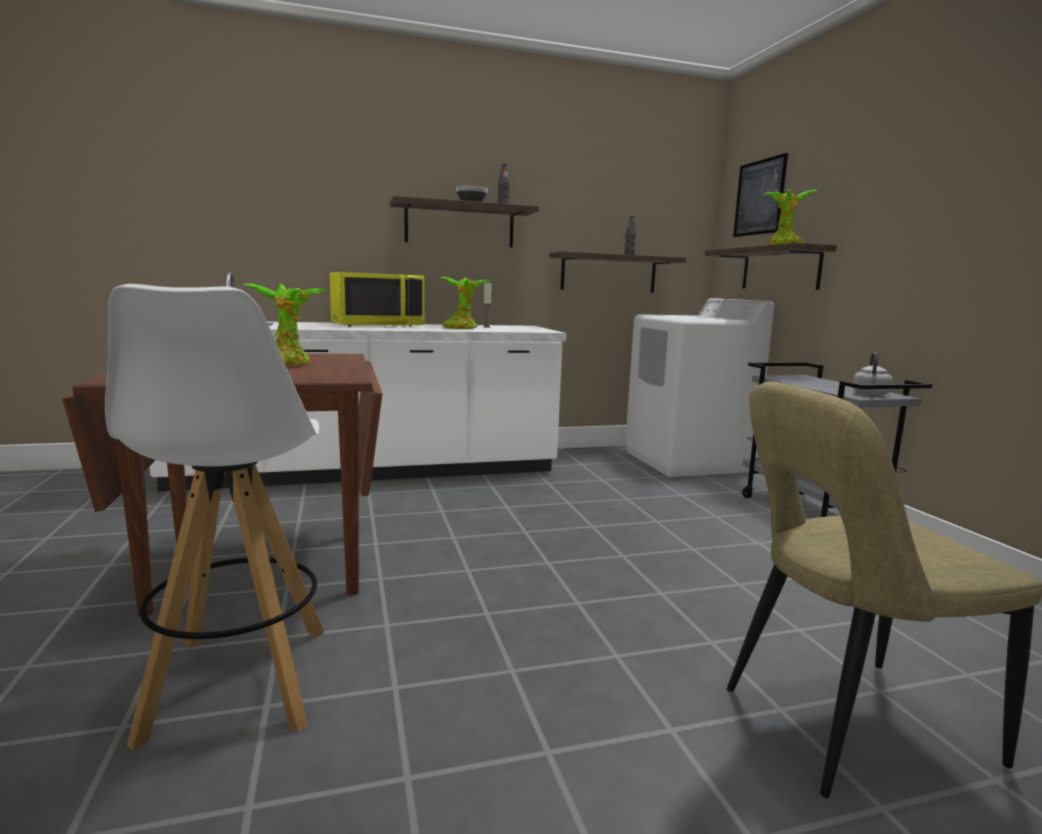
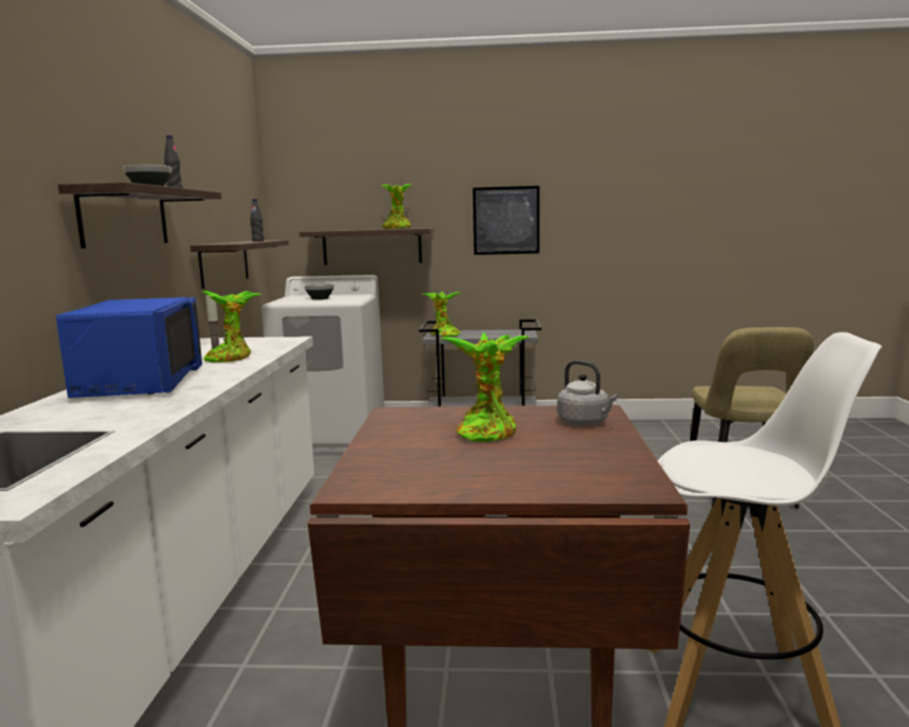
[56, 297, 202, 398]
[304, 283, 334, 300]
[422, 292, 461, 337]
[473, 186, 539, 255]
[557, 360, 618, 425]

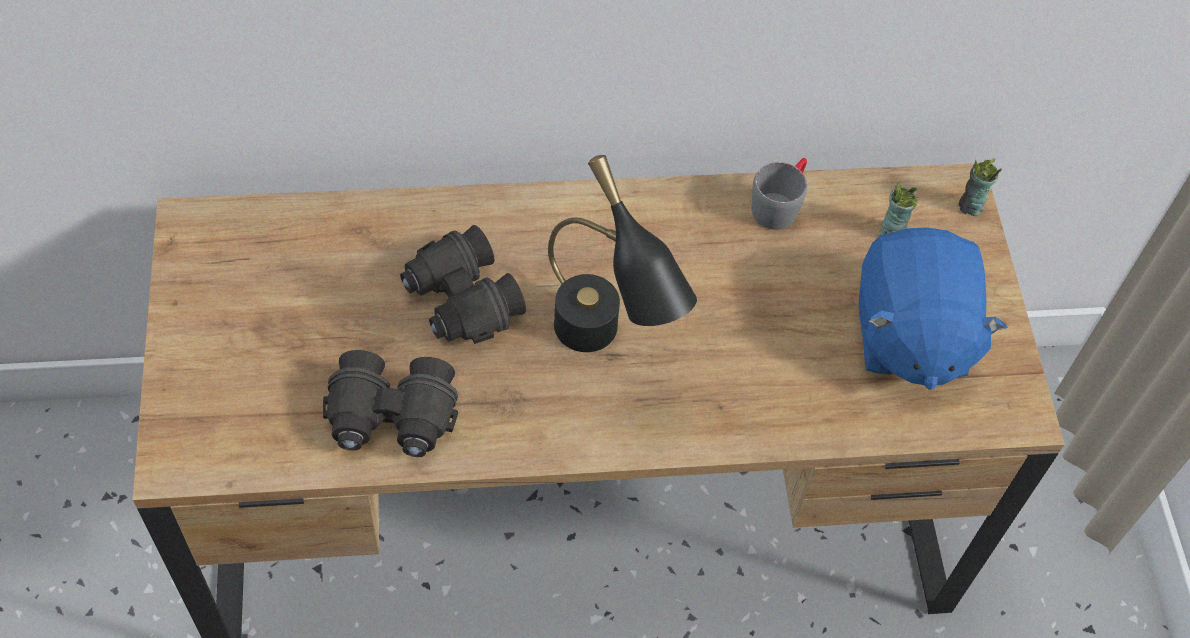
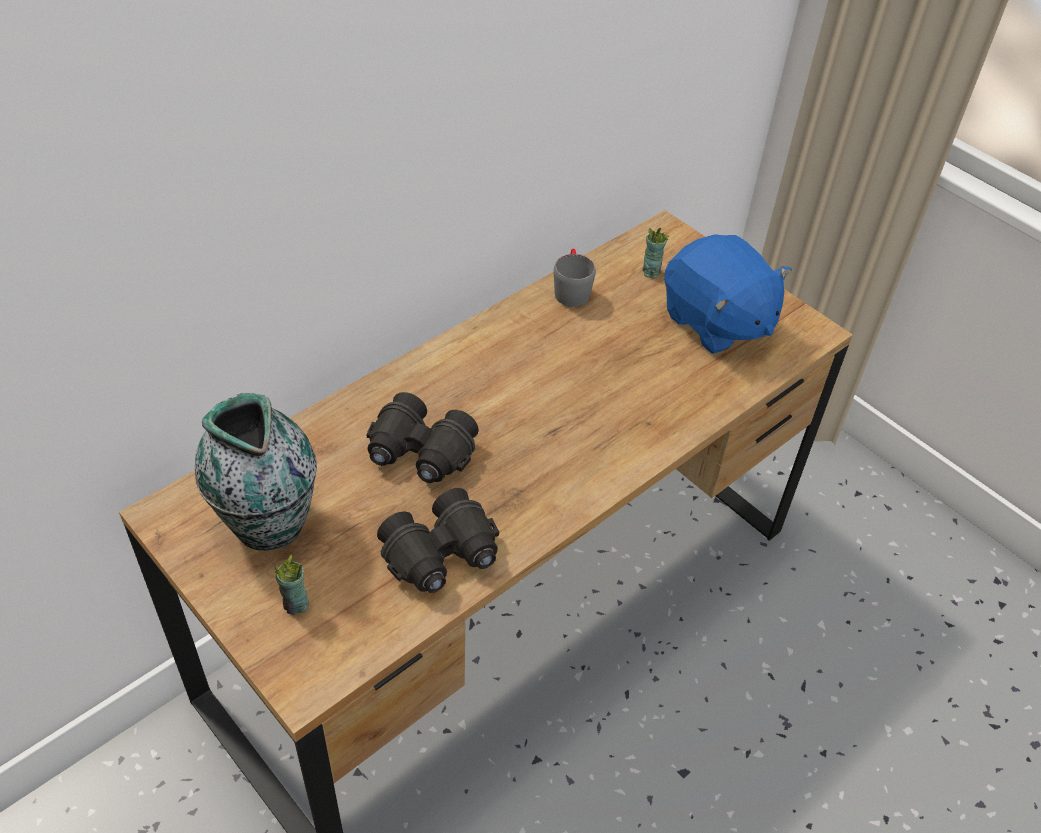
[195, 393, 317, 551]
[274, 555, 309, 615]
[548, 155, 697, 352] (first image)

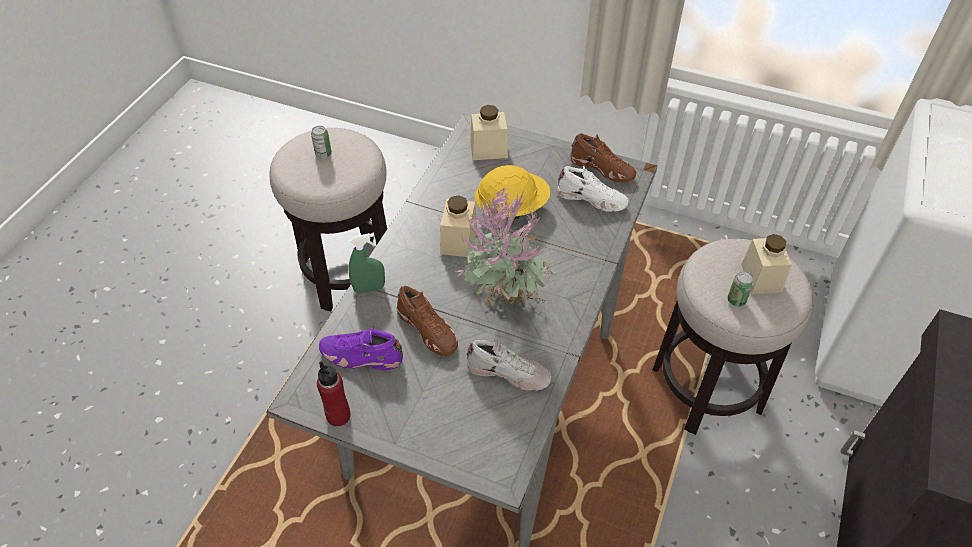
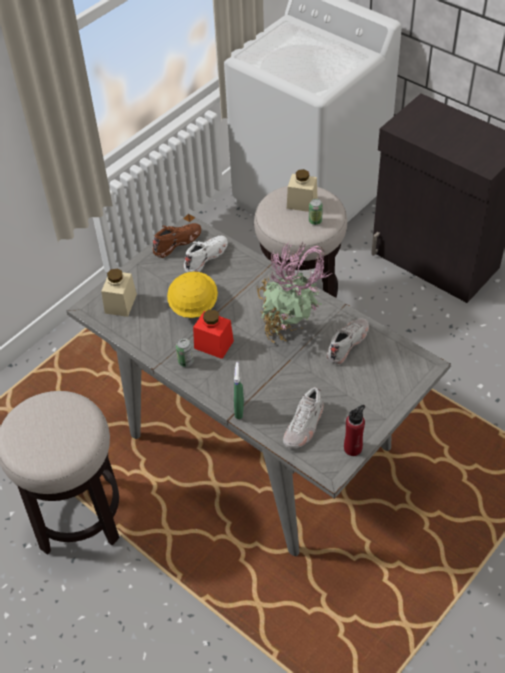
[176, 338, 194, 367]
[193, 310, 234, 359]
[283, 387, 324, 449]
[396, 286, 458, 356] (first image)

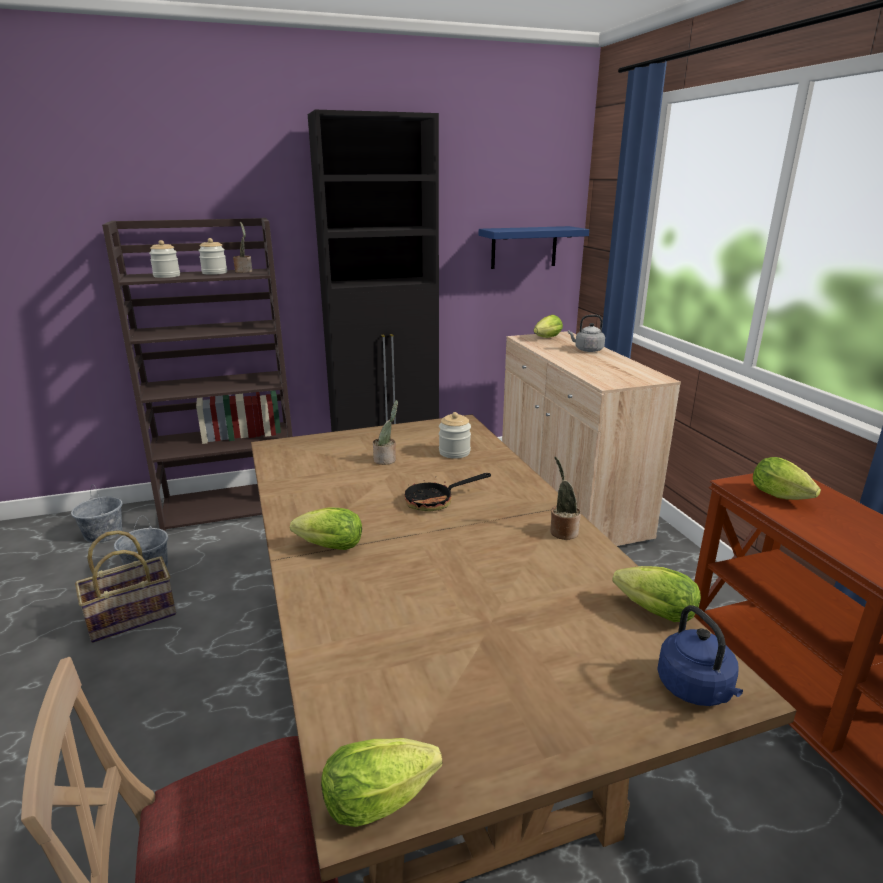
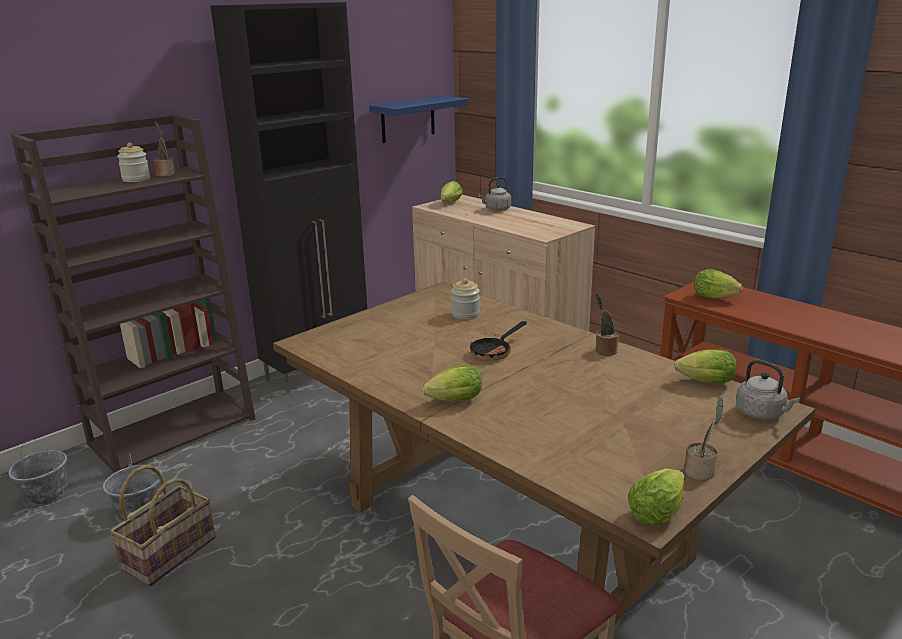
[684, 395, 724, 481]
[736, 360, 800, 420]
[149, 240, 180, 278] (first image)

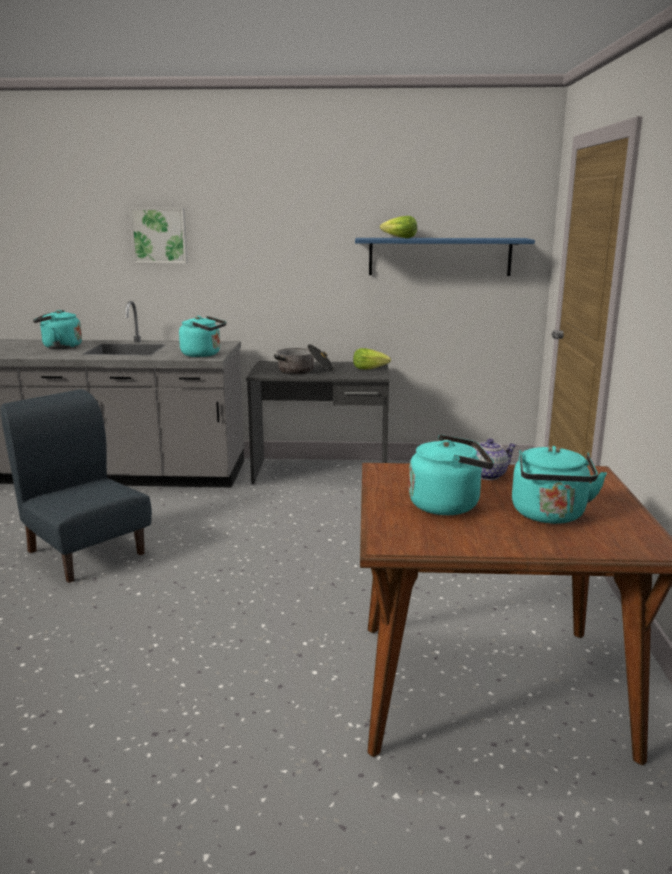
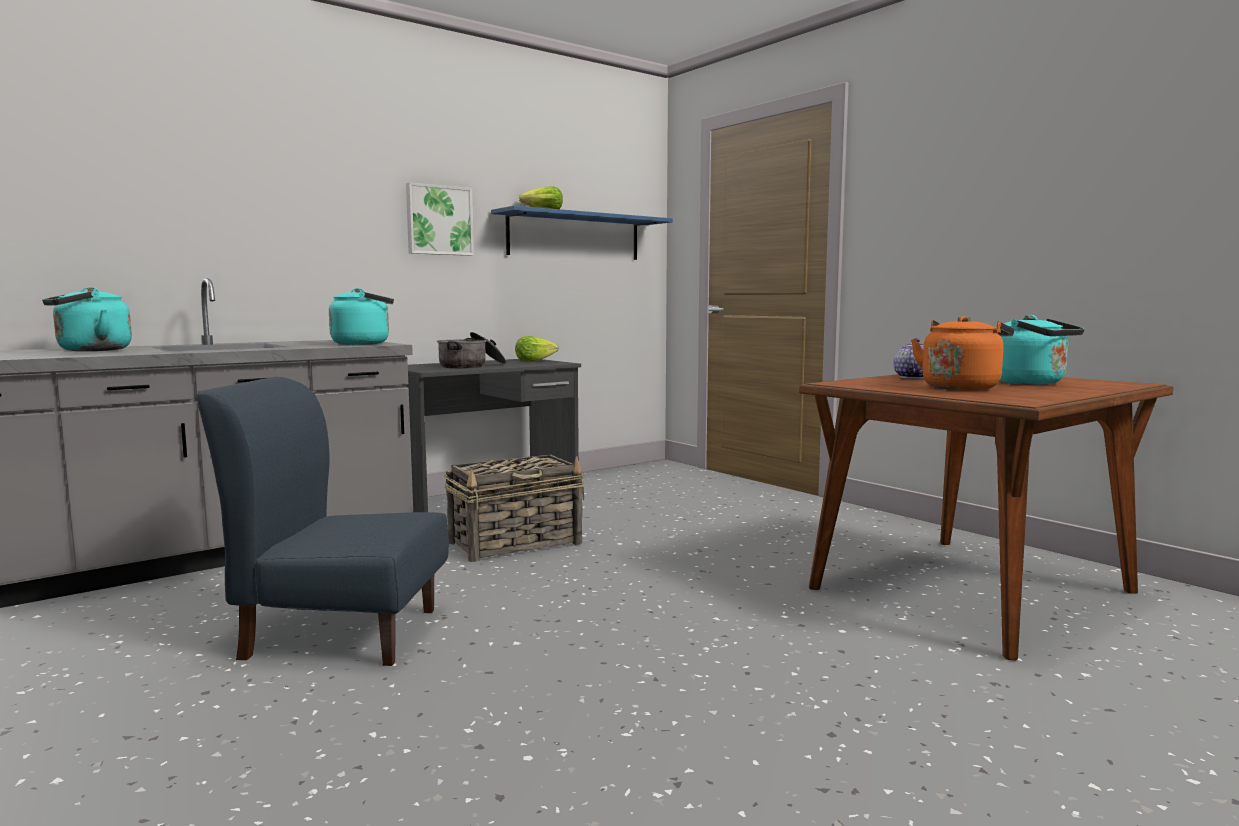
[406, 182, 474, 256]
[444, 454, 584, 562]
[911, 316, 1014, 390]

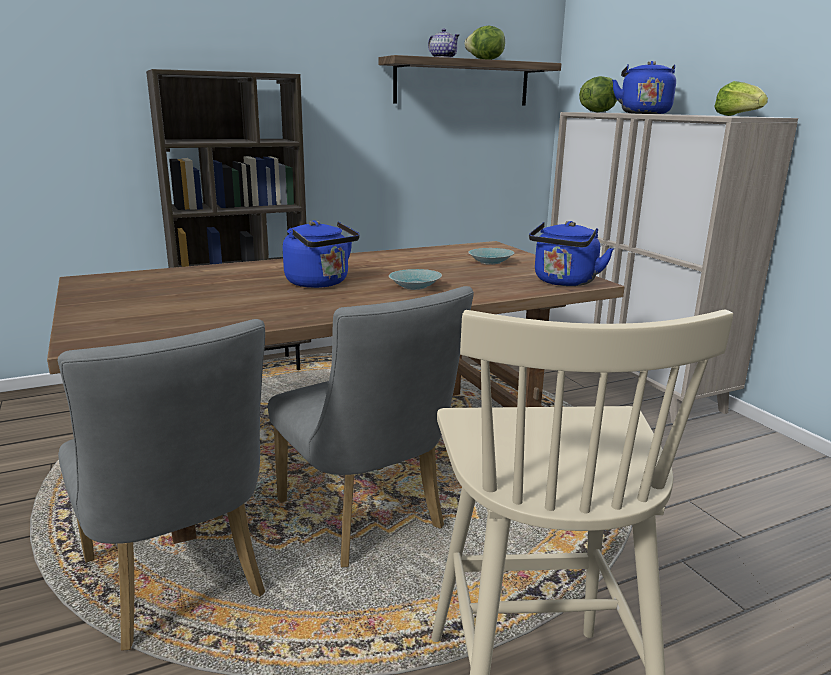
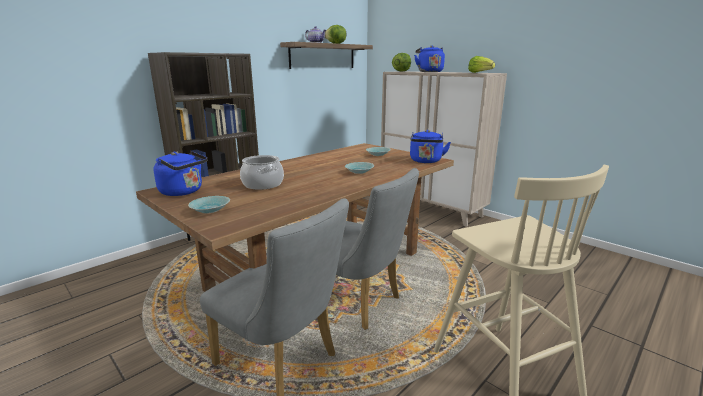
[153, 151, 207, 196]
[188, 196, 230, 213]
[240, 155, 284, 190]

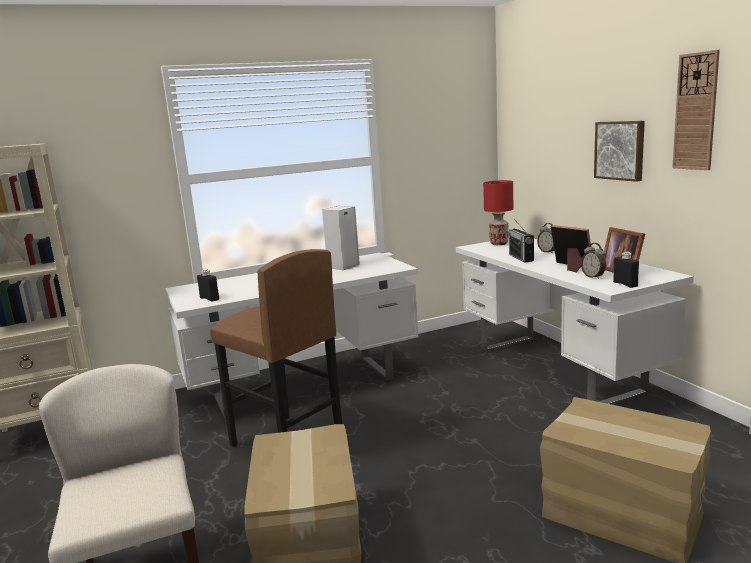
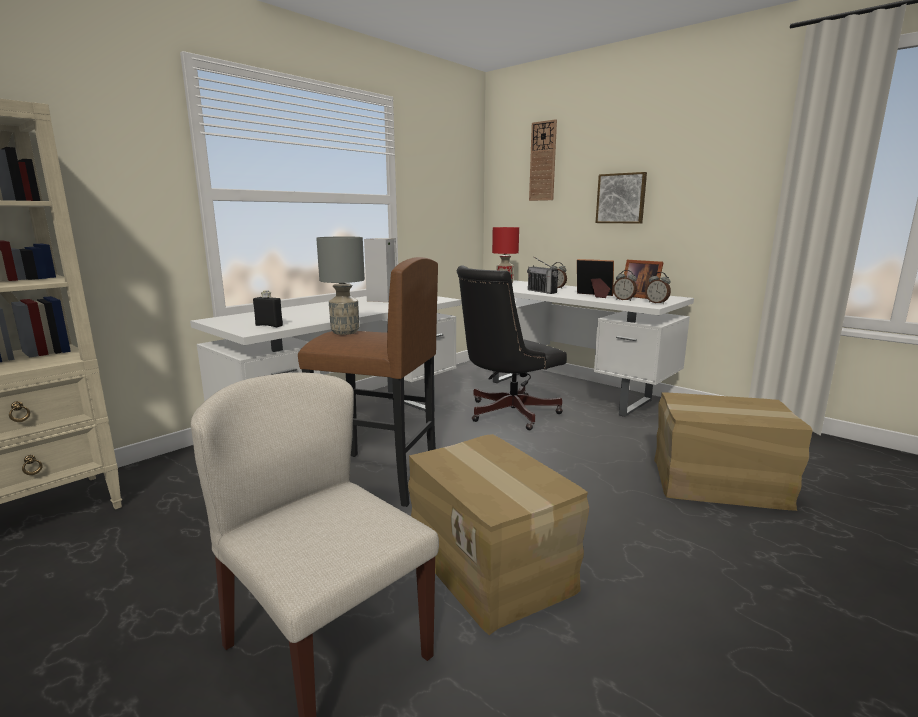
[316, 237, 365, 335]
[457, 266, 567, 430]
[529, 119, 557, 201]
[645, 272, 671, 304]

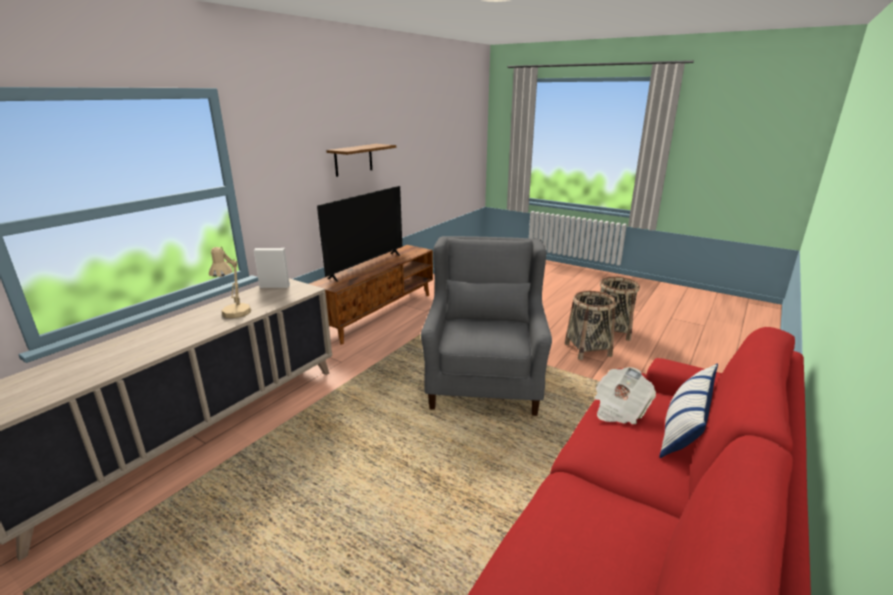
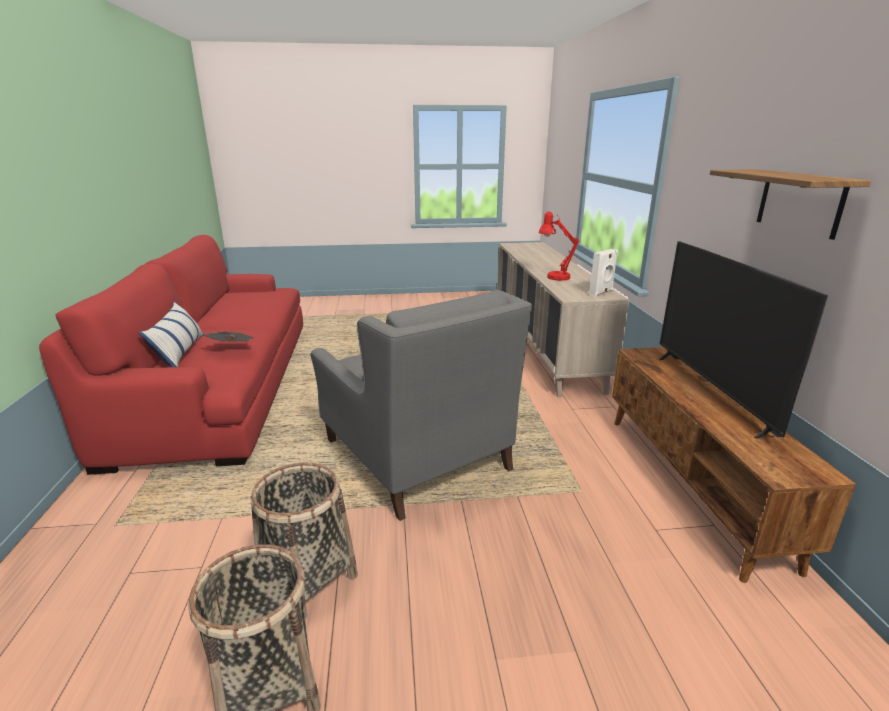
[539, 211, 579, 281]

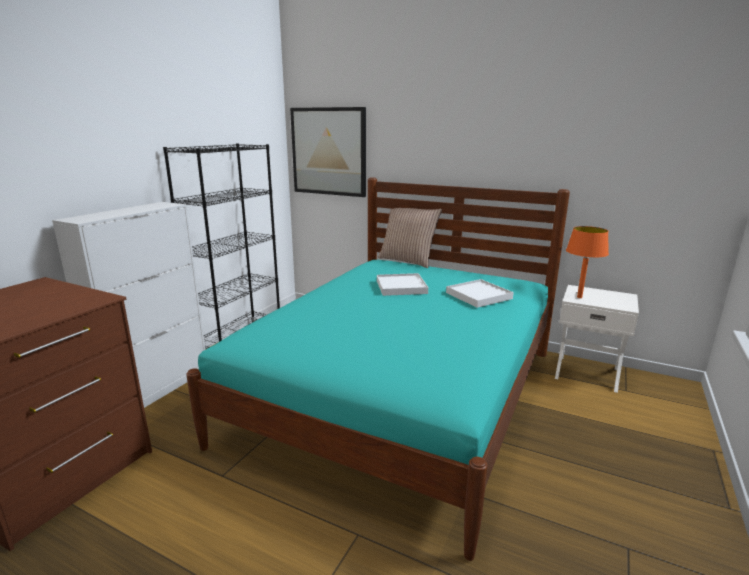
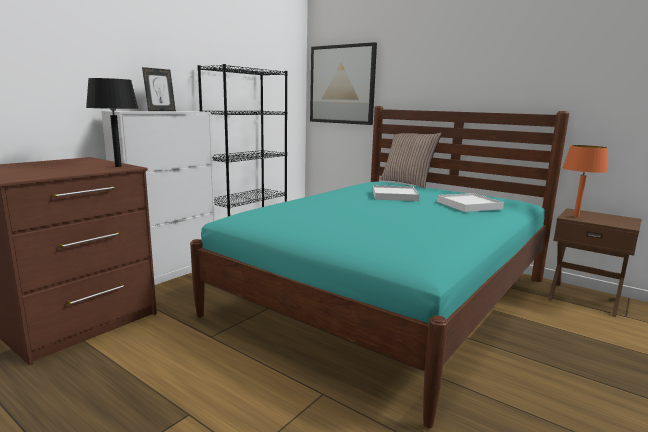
[86, 78, 139, 167]
[142, 67, 176, 111]
[548, 208, 642, 317]

